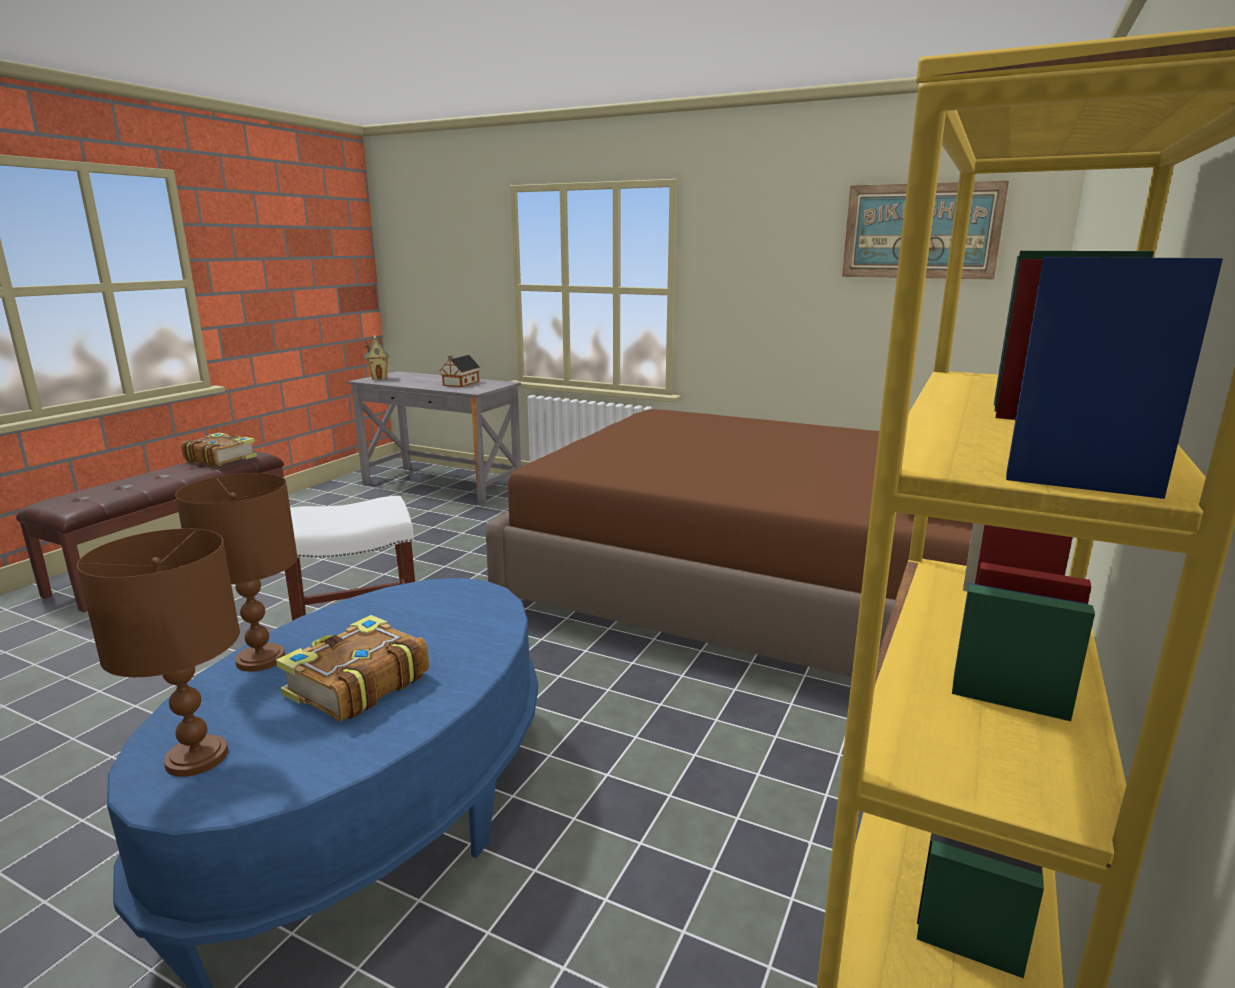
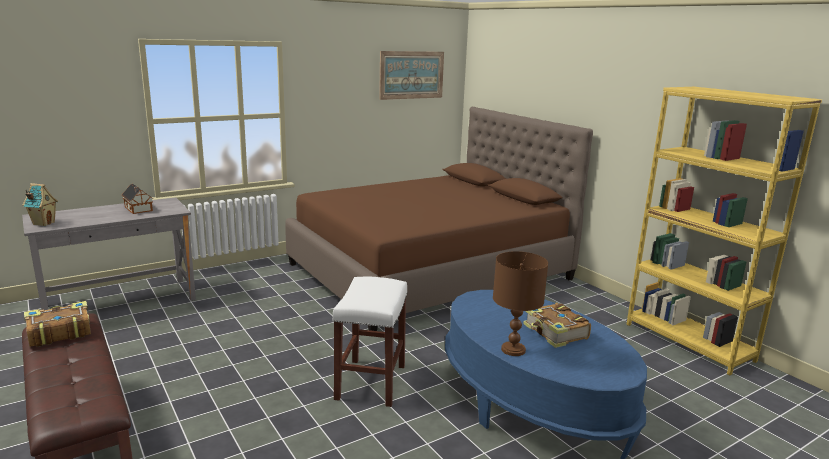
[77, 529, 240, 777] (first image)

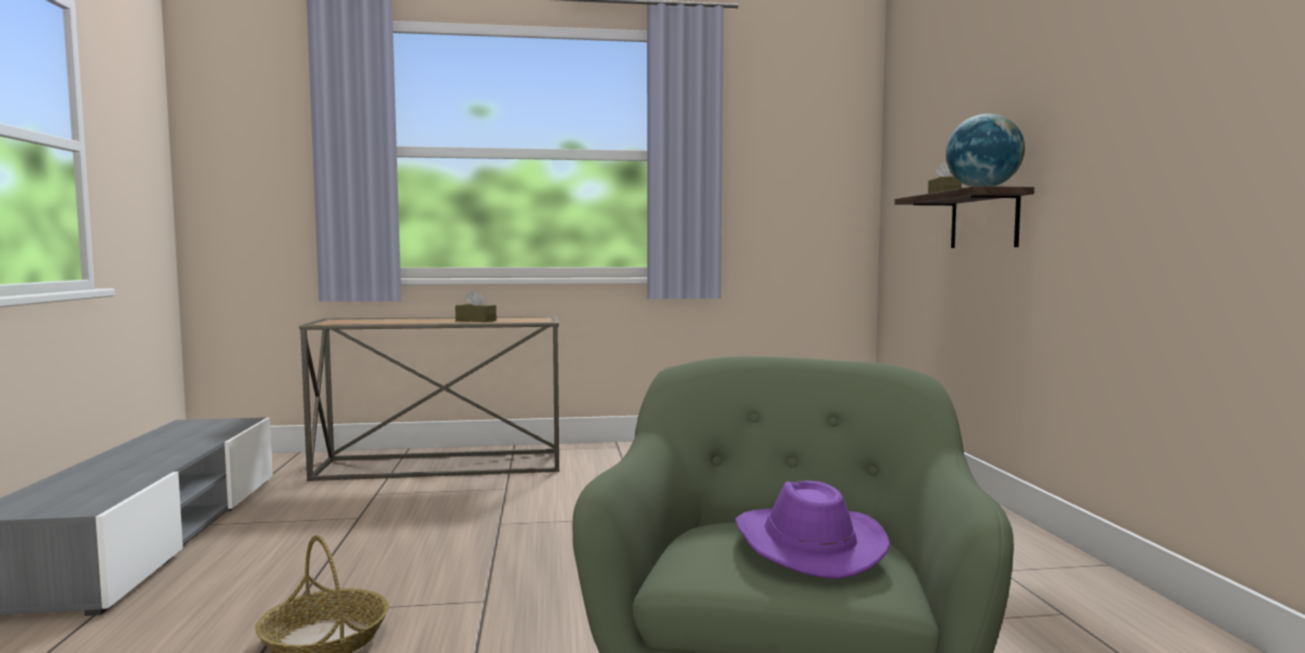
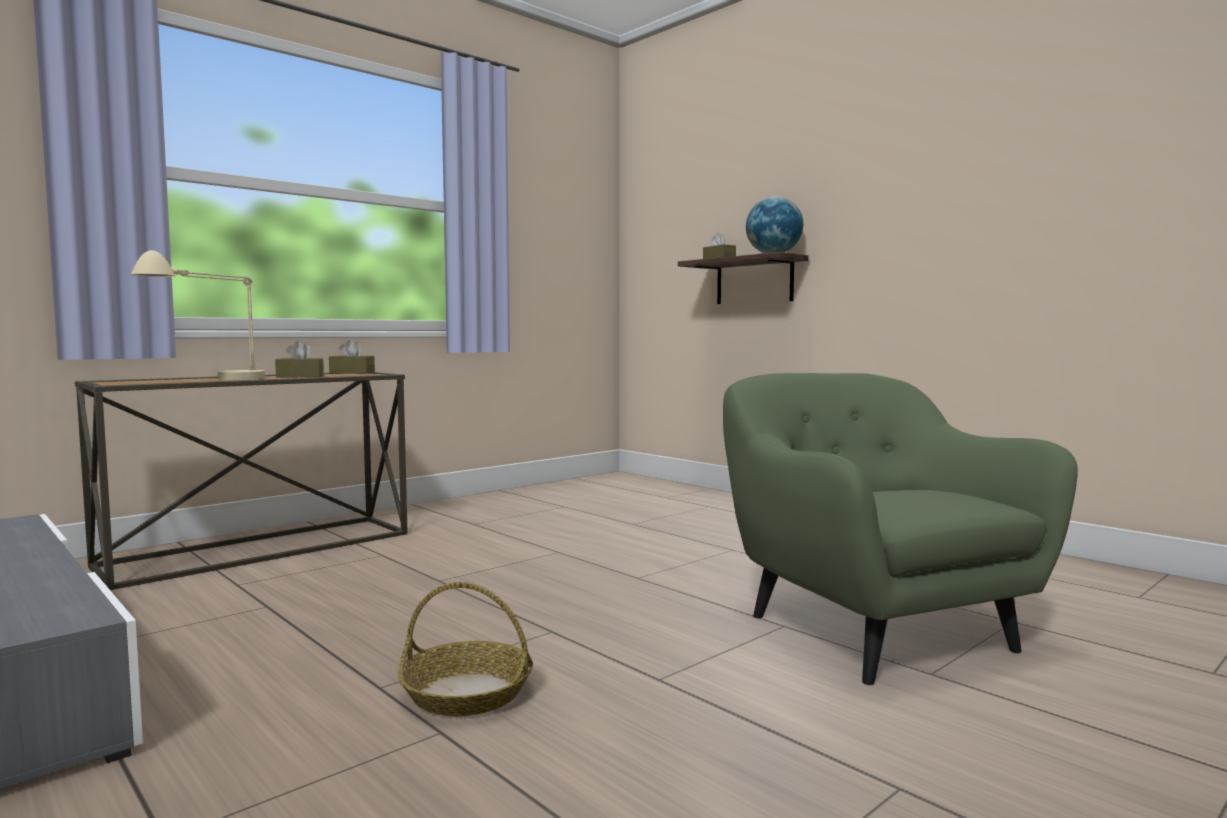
[131, 250, 265, 380]
[329, 340, 375, 374]
[735, 480, 890, 579] (first image)

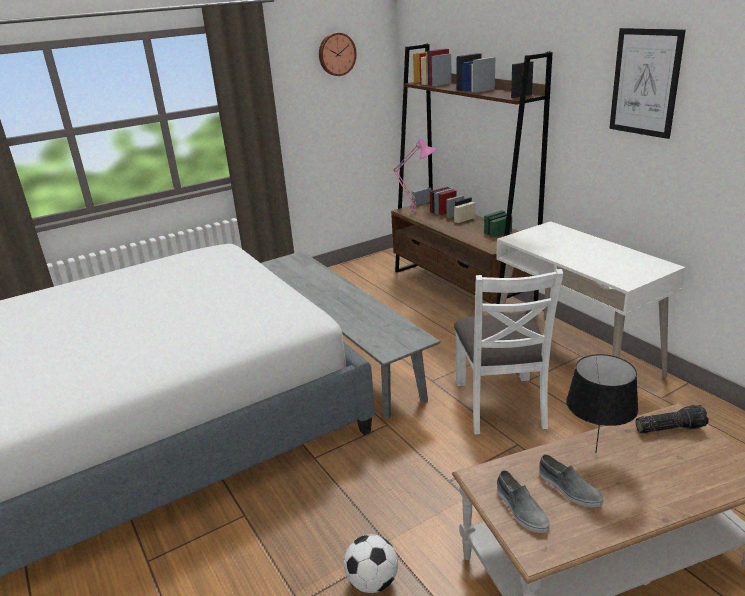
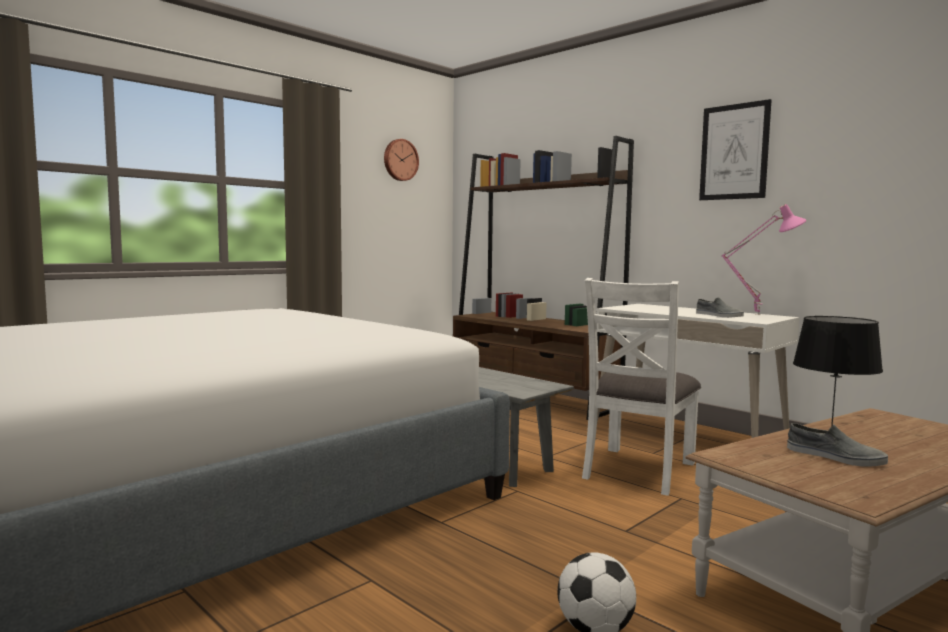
[582, 278, 701, 496]
[696, 297, 744, 318]
[721, 204, 806, 315]
[636, 405, 709, 433] (first image)

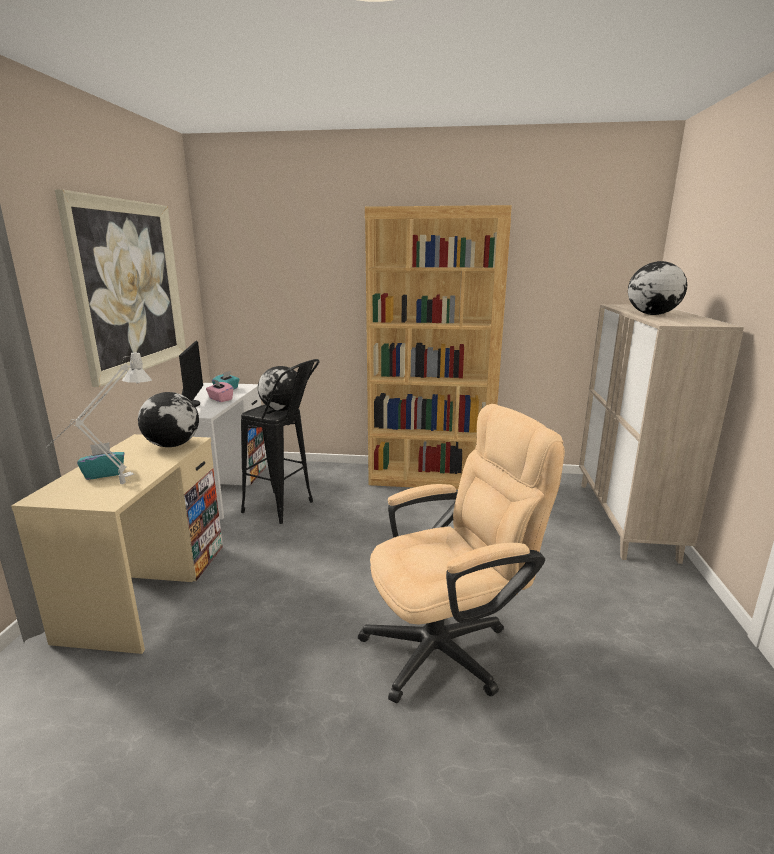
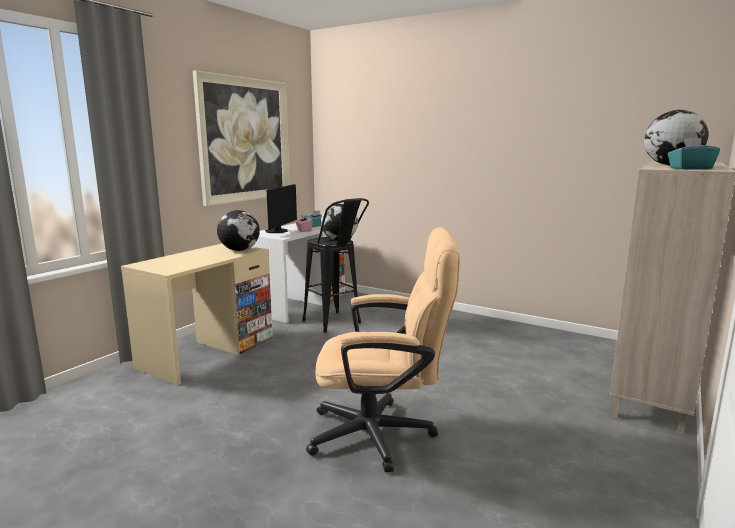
[668, 138, 720, 169]
[46, 351, 152, 484] (first image)
[365, 205, 512, 490] (first image)

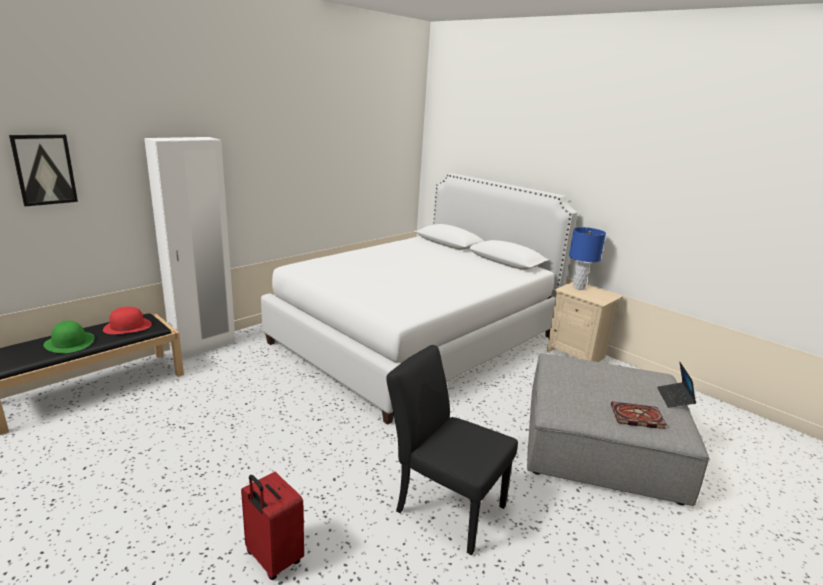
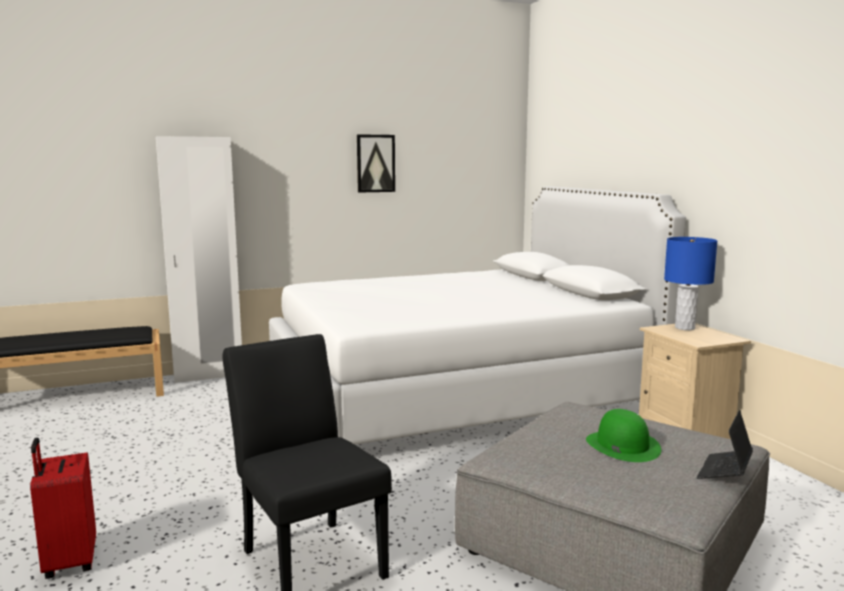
[357, 134, 395, 193]
[586, 409, 661, 462]
[103, 307, 152, 334] (first image)
[611, 401, 667, 429] (first image)

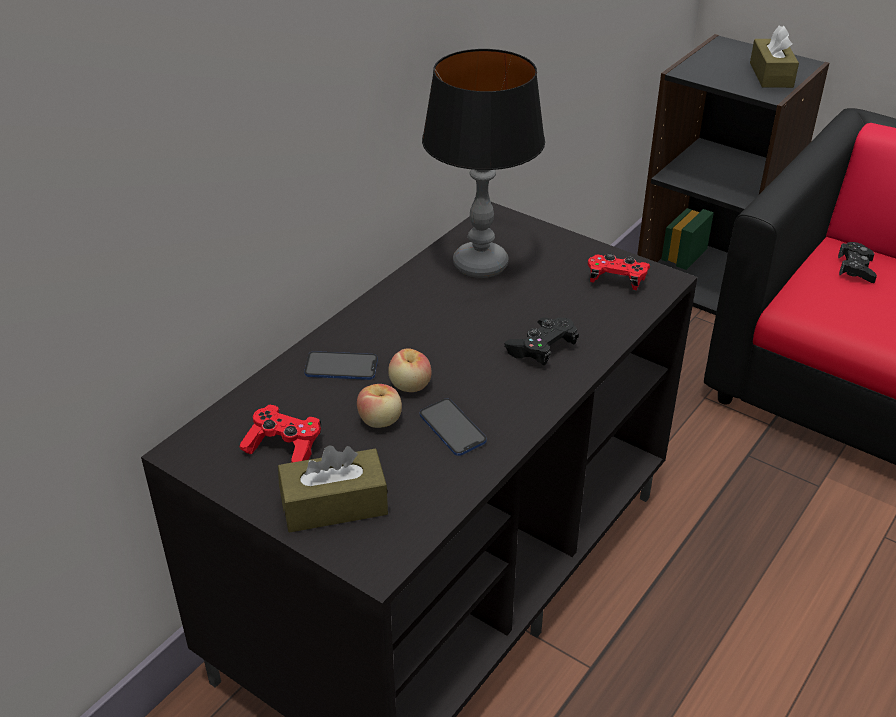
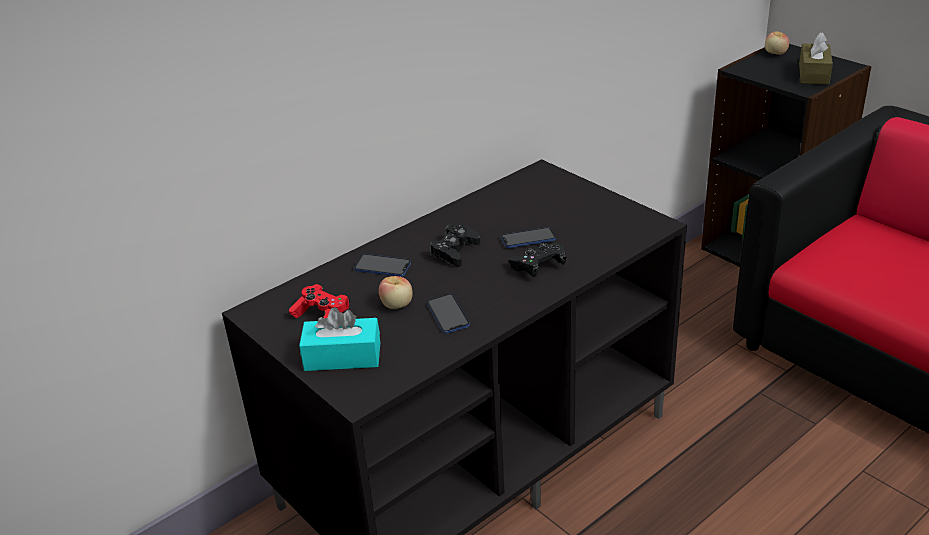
[299, 307, 380, 371]
[430, 224, 480, 266]
[501, 227, 556, 248]
[765, 31, 789, 55]
[422, 49, 545, 278] (first image)
[588, 253, 650, 290] (first image)

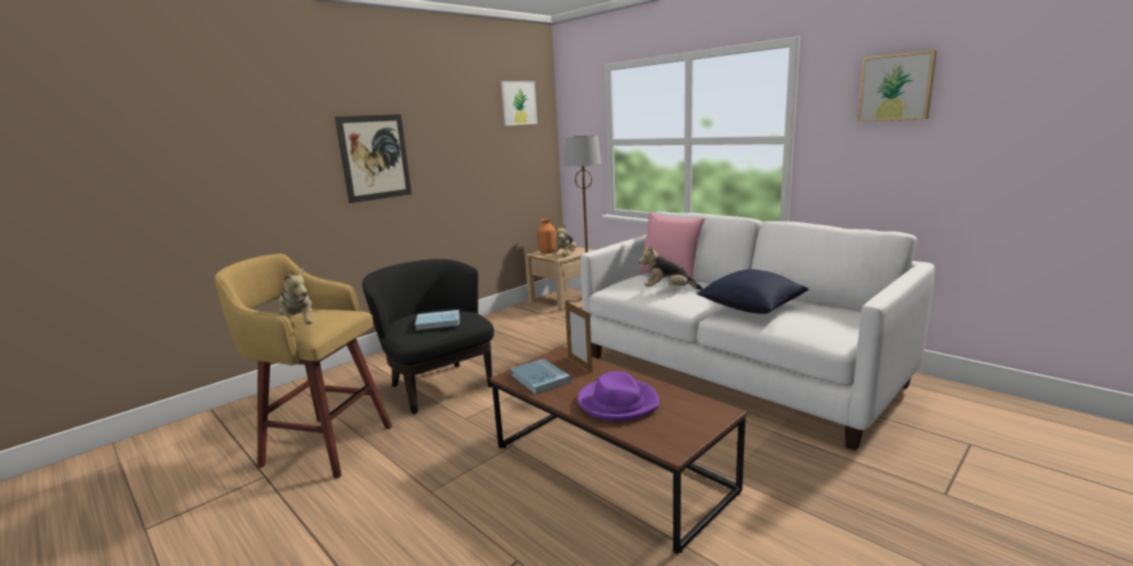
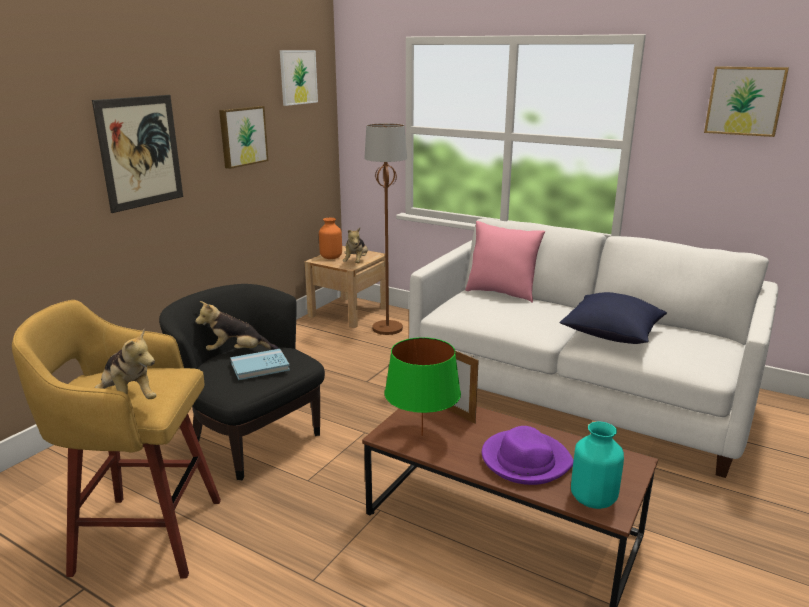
[195, 301, 278, 351]
[219, 106, 268, 169]
[385, 337, 461, 436]
[571, 421, 624, 509]

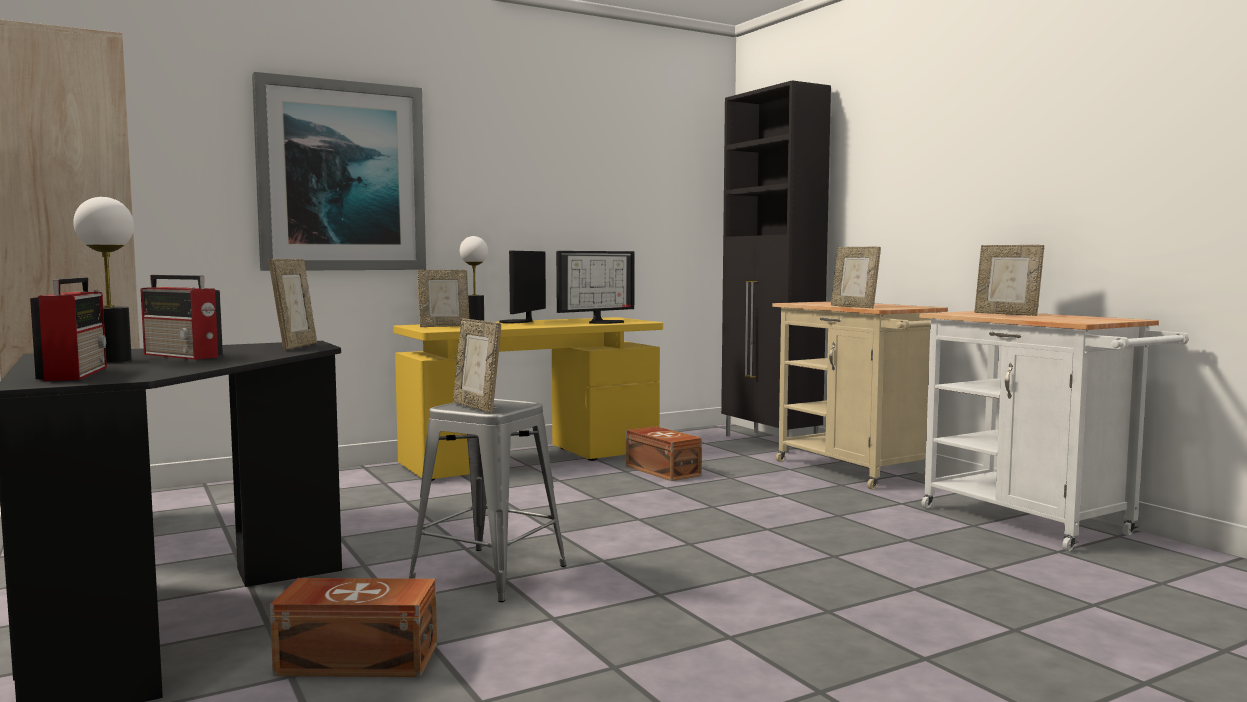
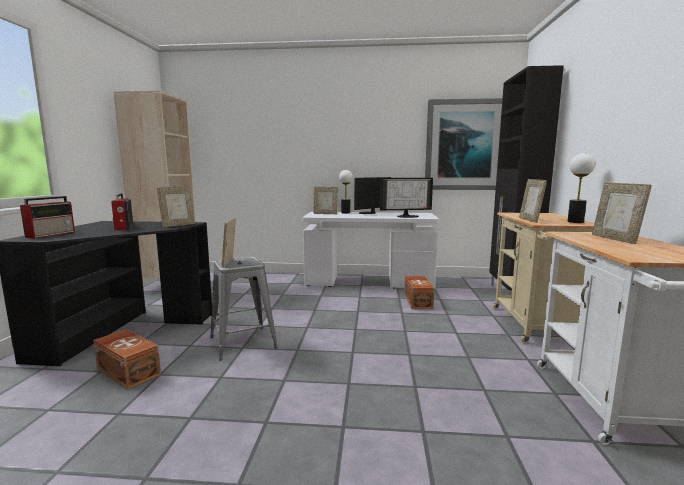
[302, 212, 439, 289]
[425, 98, 502, 190]
[567, 153, 596, 223]

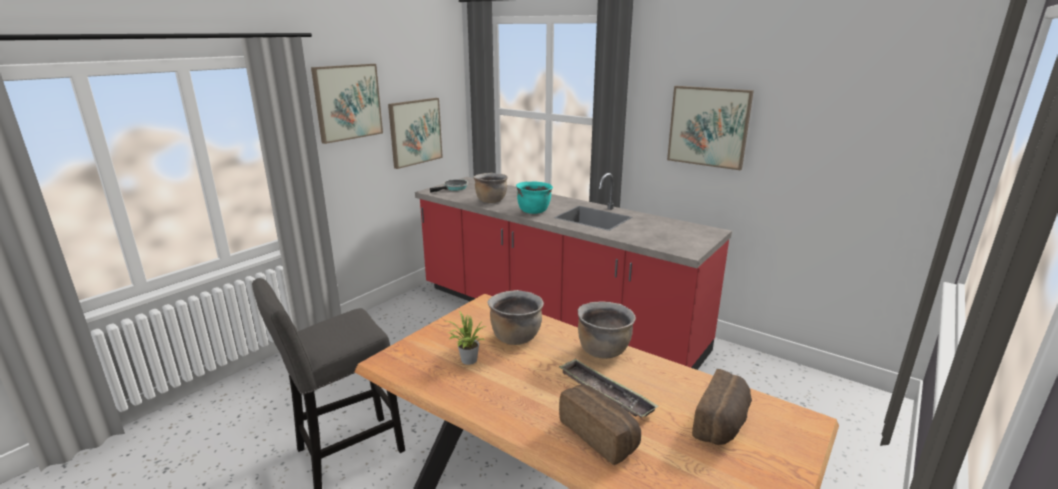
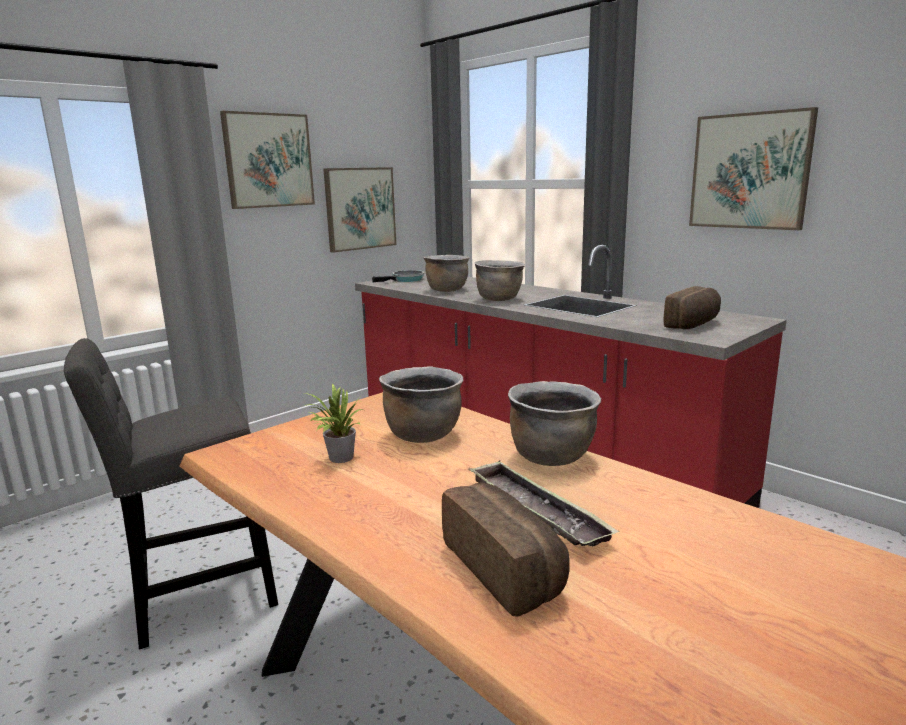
[475, 260, 525, 301]
[664, 286, 721, 329]

